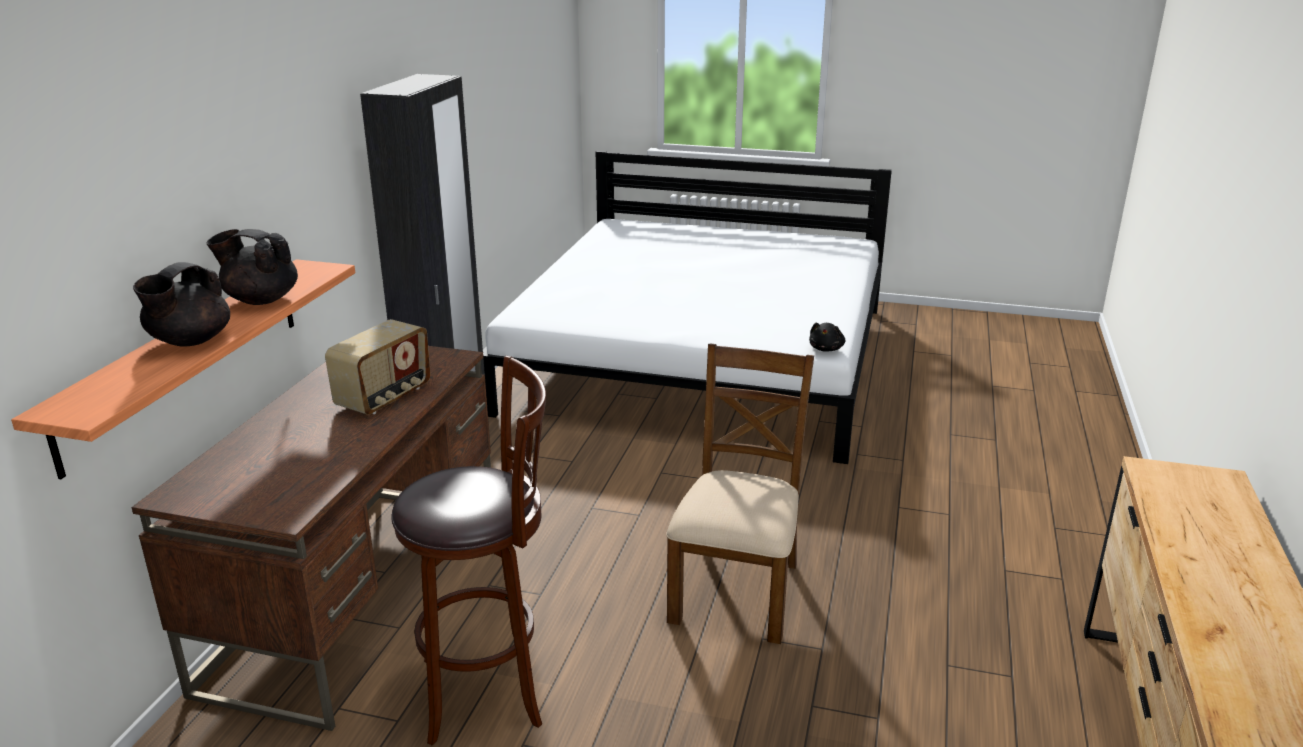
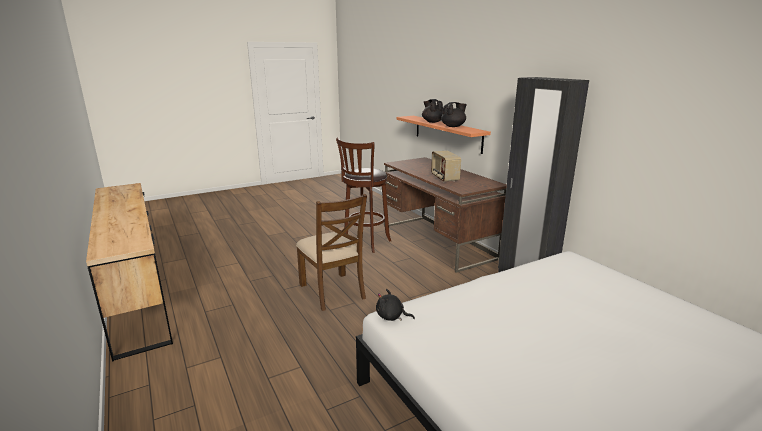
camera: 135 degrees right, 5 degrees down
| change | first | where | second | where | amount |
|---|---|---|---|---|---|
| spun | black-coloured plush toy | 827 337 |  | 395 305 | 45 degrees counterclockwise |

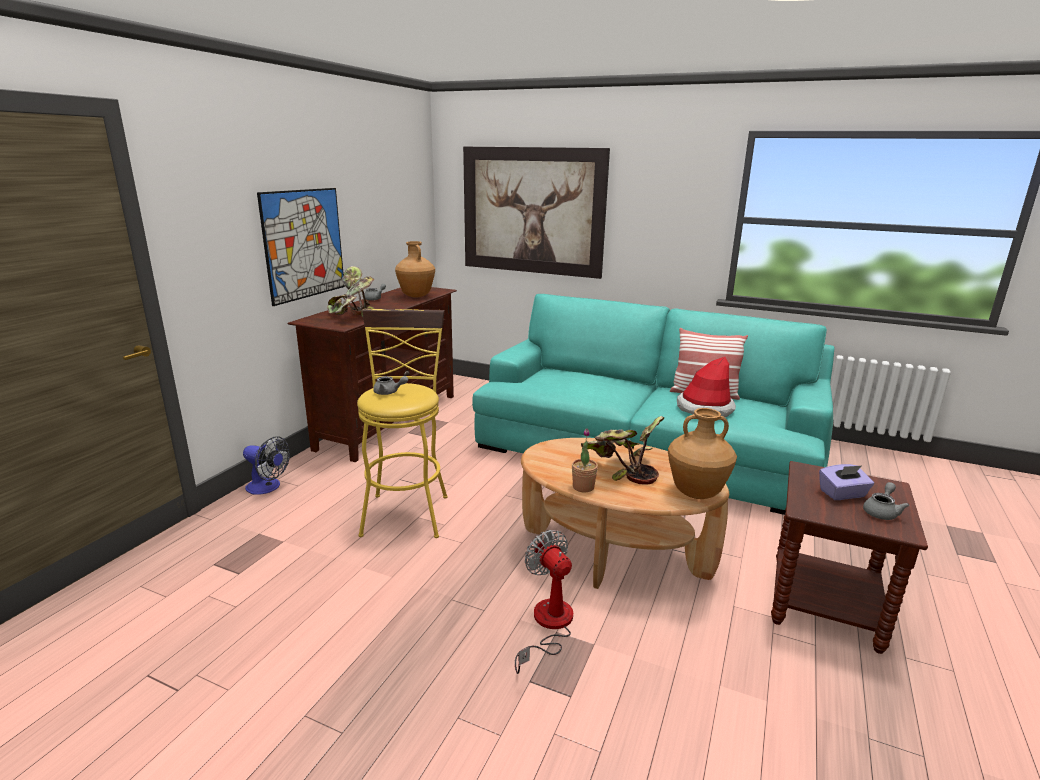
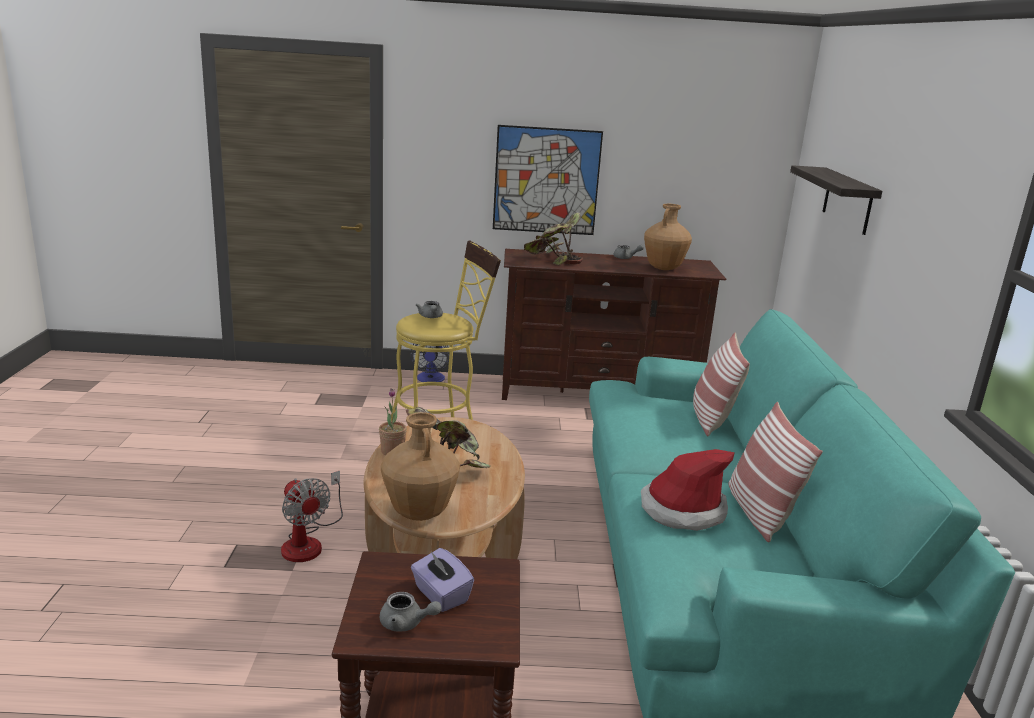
camera: 65 degrees right, 0 degrees up
| change | first | where | second | where | amount |
|---|---|---|---|---|---|
| spun | fan | 544 602 |  | 312 516 | 105 degrees clockwise |
| appeared |  |  | throw pillow | 721 384 |  |
| exchanged | wall picture | 536 213 | bracket shelf | 836 200 |  |

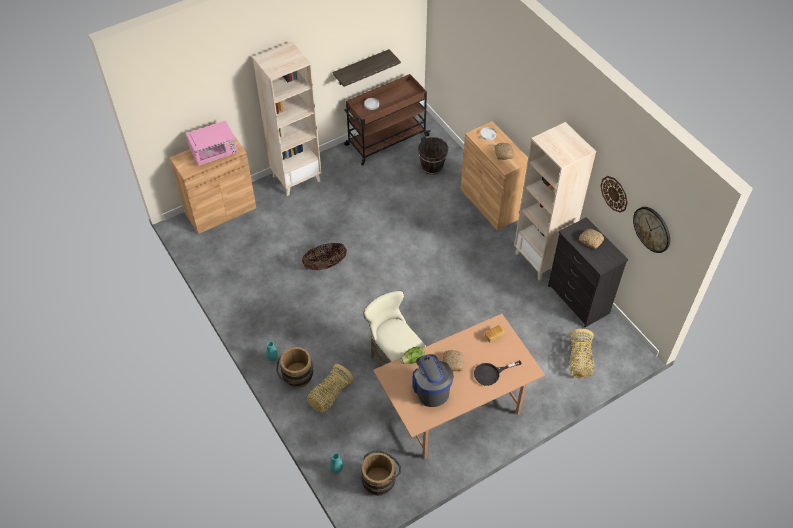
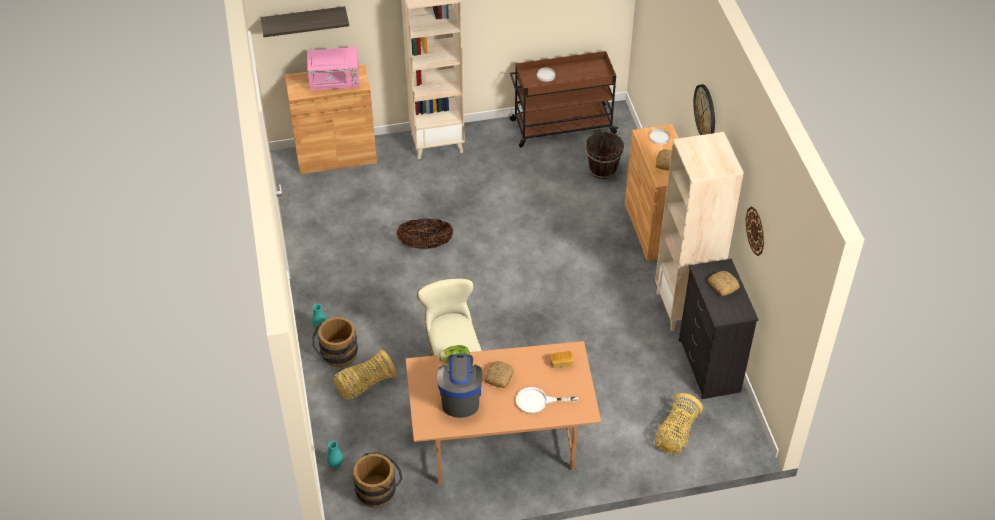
camera: 20 degrees right, 5 degrees down
| change | first | where | second | where | amount |
|---|---|---|---|---|---|
| relocated | bracket shelf | 367 68 |  | 304 21 |  |
| colour | black-coloured pan | 498 373 | white-coloured pan | 547 400 |  |
| relocated | hanging clock | 651 230 |  | 704 109 |  |

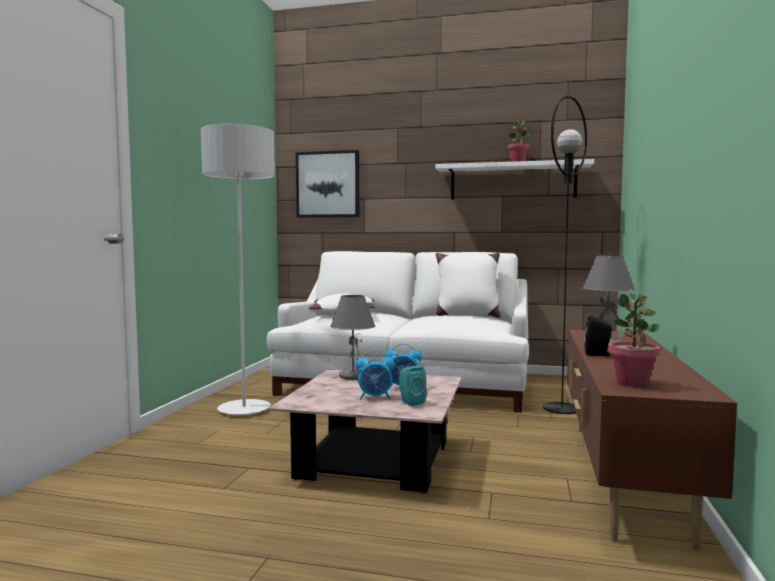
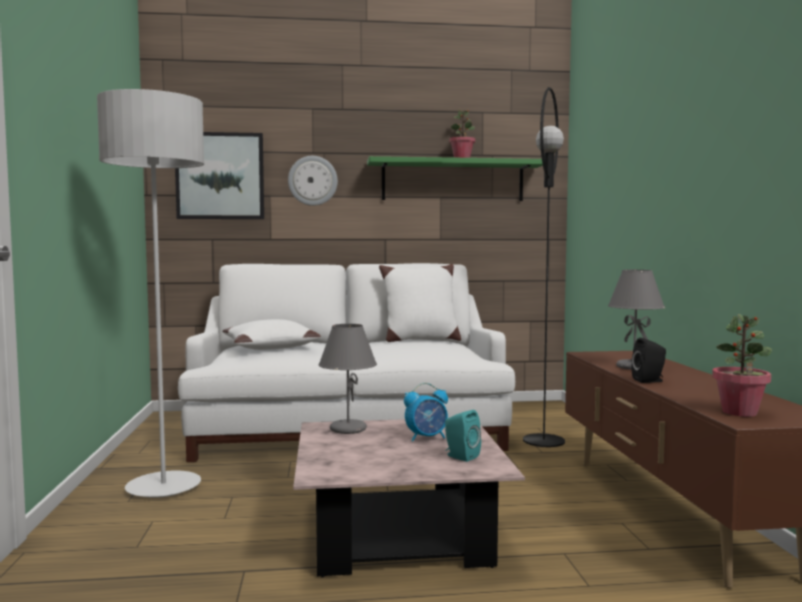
camera: 20 degrees left, 0 degrees up
| change | first | where | second | where | amount |
|---|---|---|---|---|---|
| appeared |  |  | hanging clock | 313 181 |  |
| colour | white-coloured bracket shelf | 515 179 | green-coloured bracket shelf | 455 178 |  |
| missing | alarm clock | 375 374 |  |  |  |

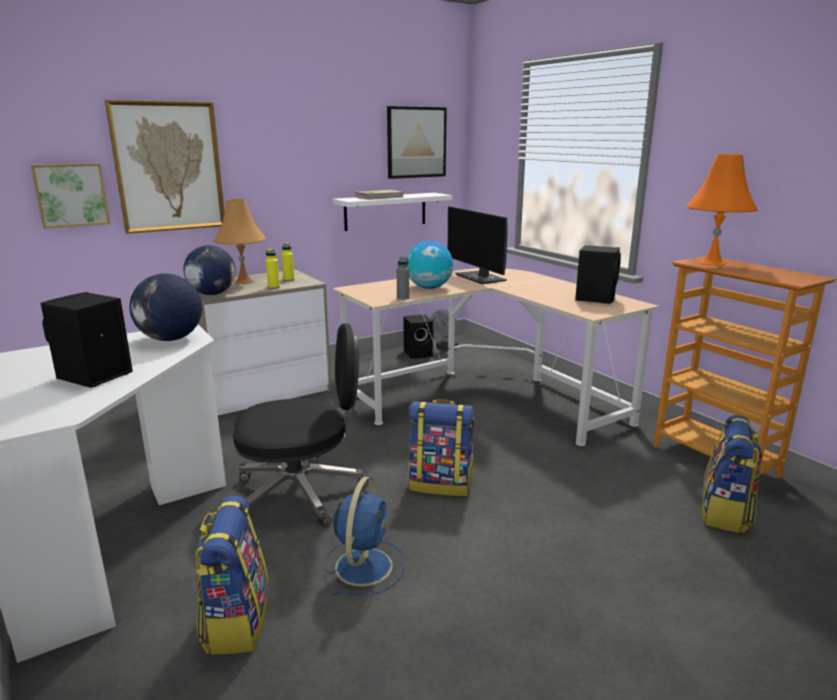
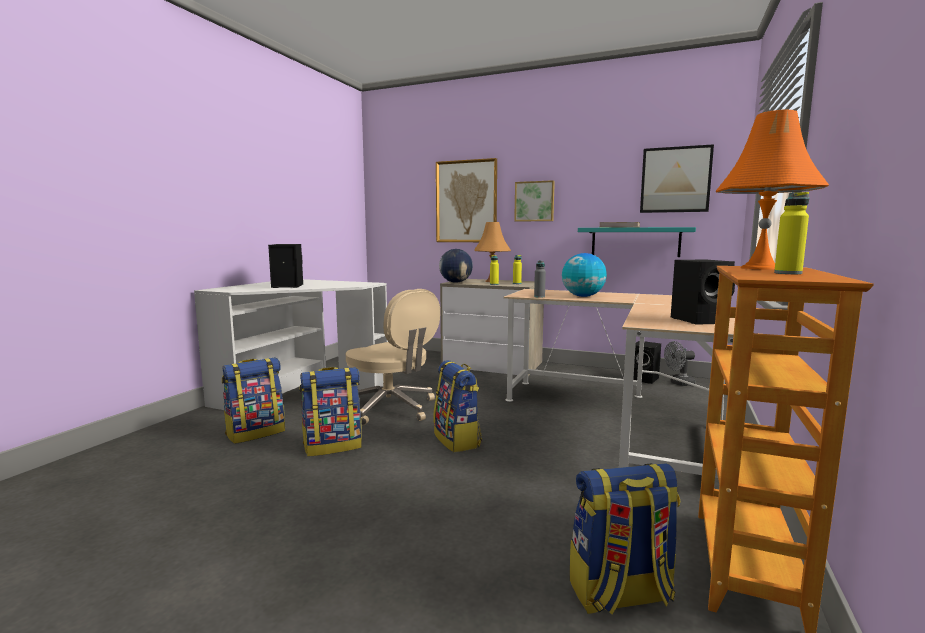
camera: 55 degrees right, 10 degrees down
| change | first | where | second | where | amount |
|---|---|---|---|---|---|
| exchanged | blue fan | 364 536 | rucksack | 331 412 |  |
| colour | black-coloured computer chair | 300 425 | sand-coloured computer chair | 393 357 |  |
| relocated | wall picture | 70 196 |  | 534 201 |  |
| colour | white-coloured bracket shelf | 392 212 | turquoise bracket shelf | 637 242 |  |
| appeared |  |  | yellowish drink bottle | 791 233 |  |
| missing | globe | 165 307 |  |  |  |
| missing | computer screen | 477 245 |  |  |  |

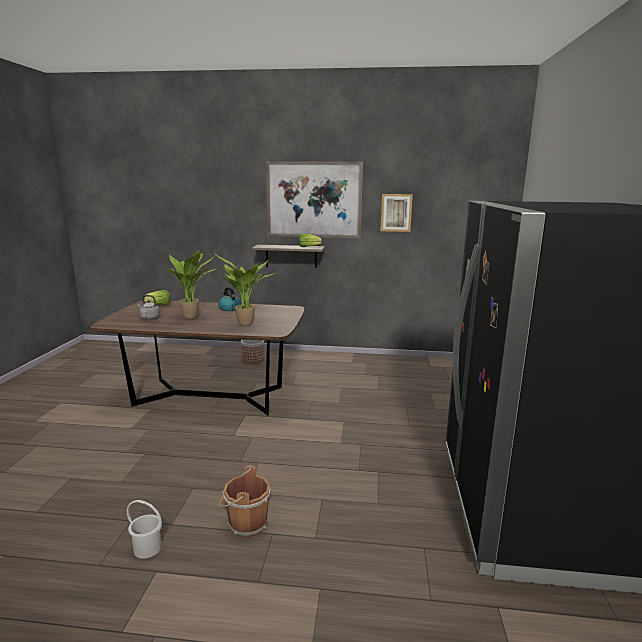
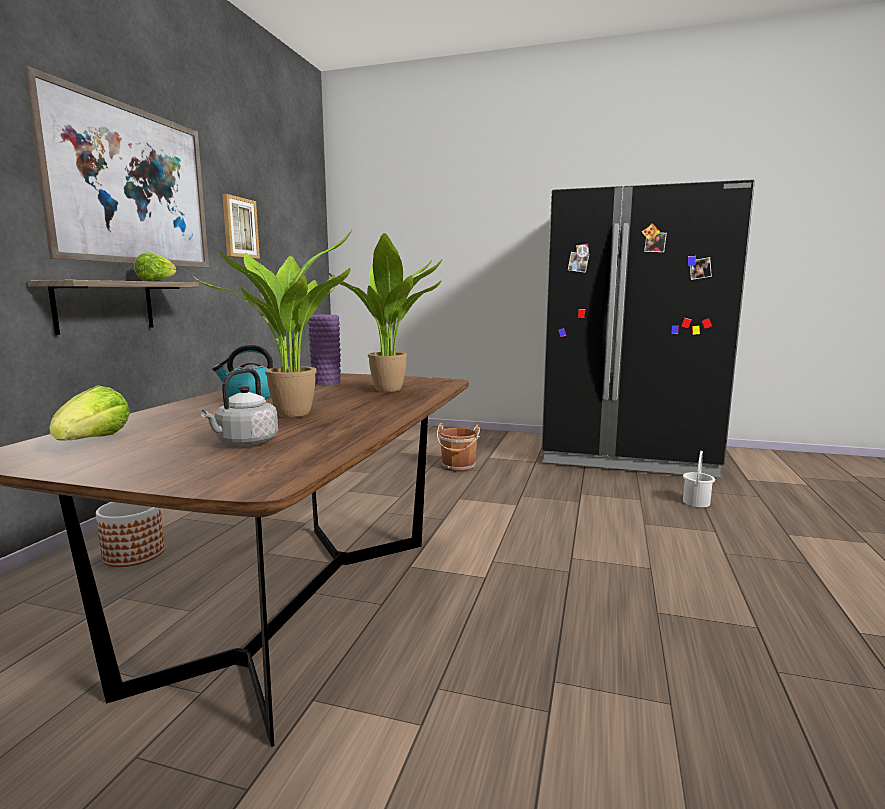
camera: 80 degrees left, 5 degrees down
| change | first | where | second | where | amount |
|---|---|---|---|---|---|
| appeared |  |  | purplish decorative vase | 324 350 |  |
| relocated | brown pail | 245 501 |  | 458 447 |  |
| relocated | white-coloured pail | 144 529 |  | 699 479 |  |

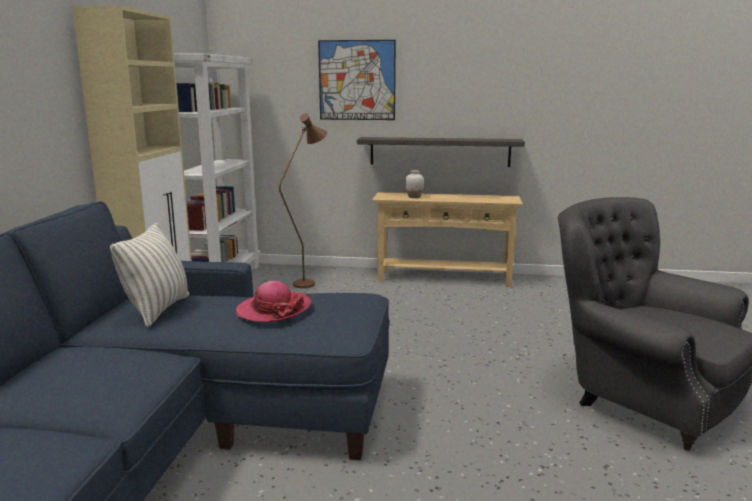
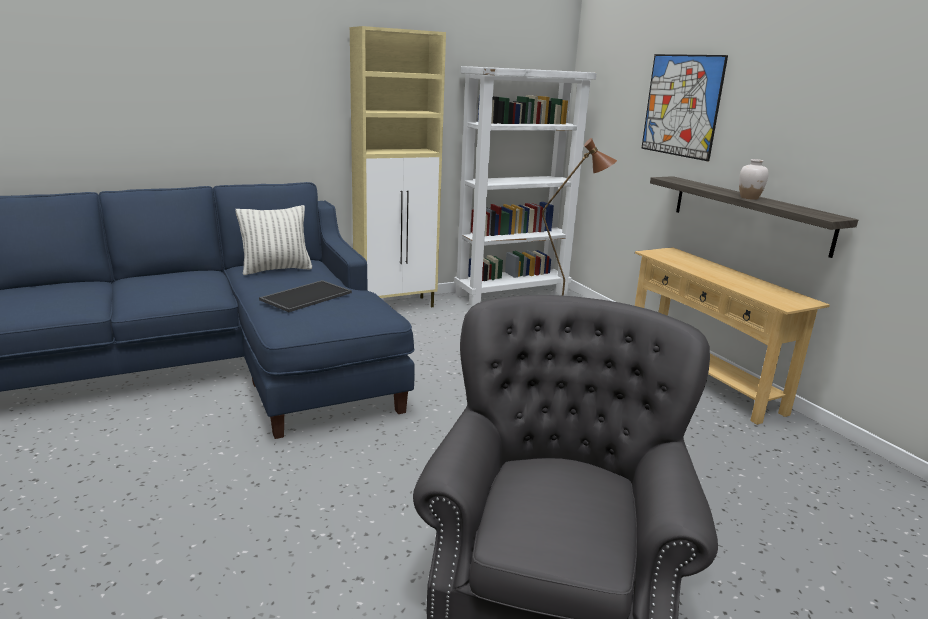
camera: 55 degrees right, 5 degrees up
| change | first | where | second | where | amount |
|---|---|---|---|---|---|
| exchanged | clothing hat | 274 302 | carrying tray | 305 296 |  |
| relocated | white-coloured decorative vase | 414 184 |  | 754 179 |  |

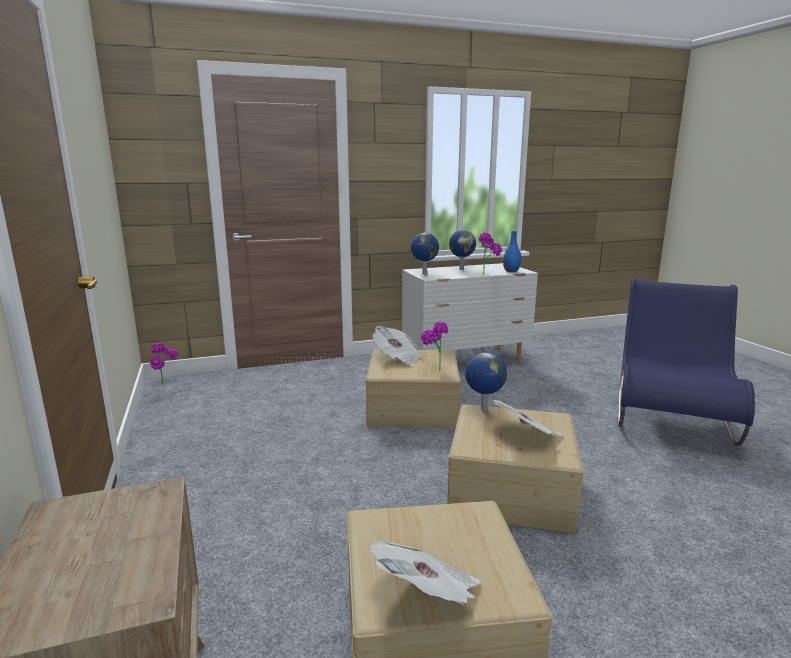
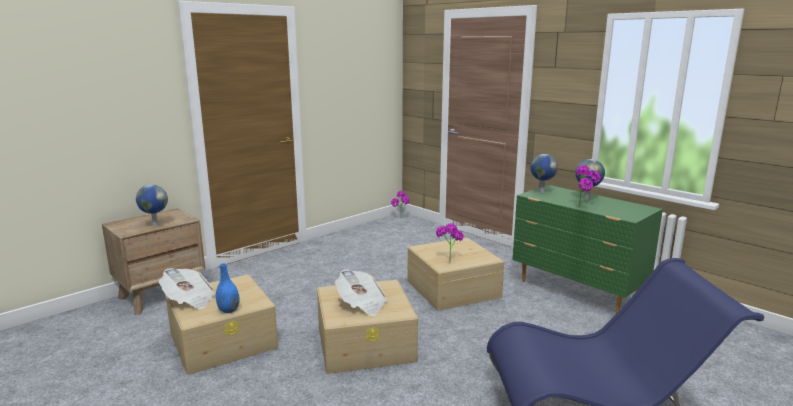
camera: 65 degrees right, 0 degrees up
| change | first | where | second | where | amount |
|---|---|---|---|---|---|
| relocated | globe | 486 382 |  | 152 205 |  |
| relocated | blue decorative vase | 512 251 |  | 227 288 |  |
| colour | white-coloured drawer chest | 470 313 | green-coloured drawer chest | 587 250 |  |
| missing | newspaper | 397 345 |  |  |  |

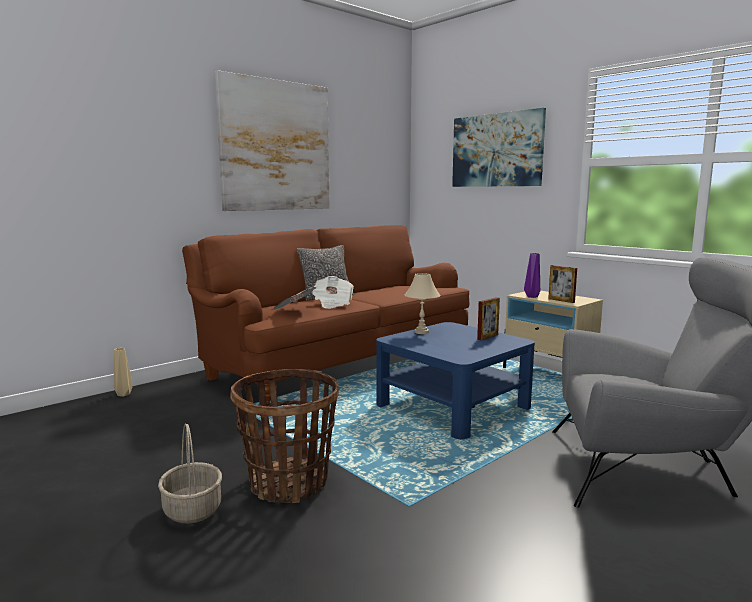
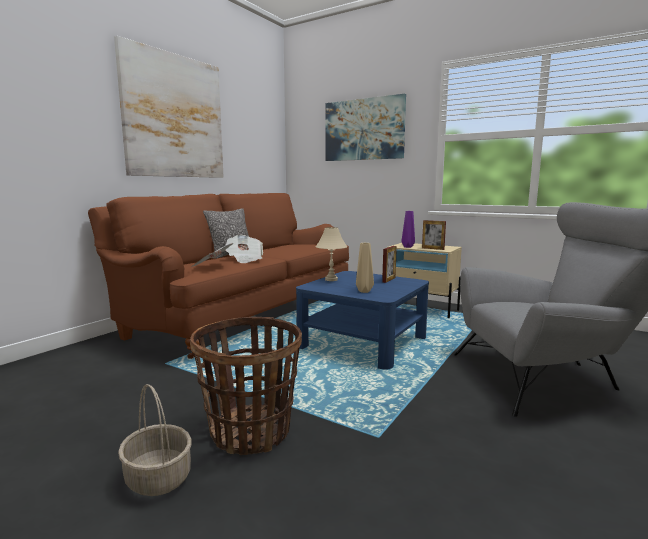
camera: 15 degrees left, 0 degrees up
| change | first | where | second | where | amount |
|---|---|---|---|---|---|
| relocated | sand-coloured decorative vase | 123 372 |  | 365 268 |  |

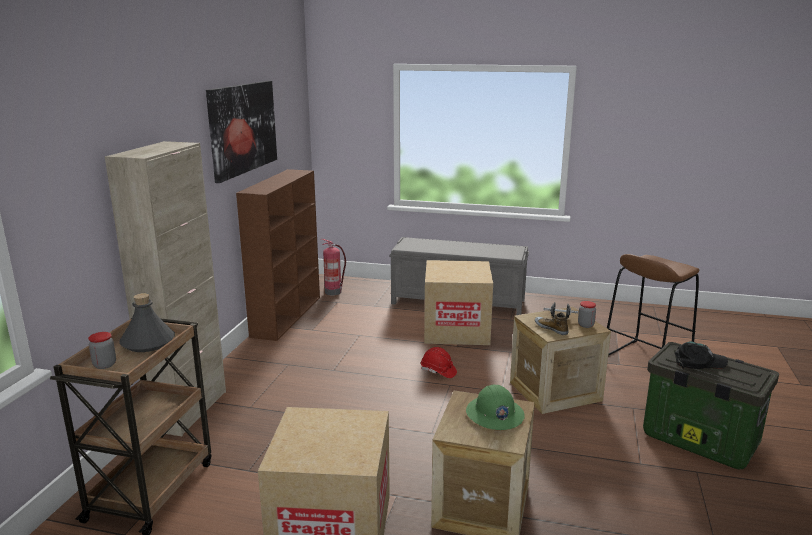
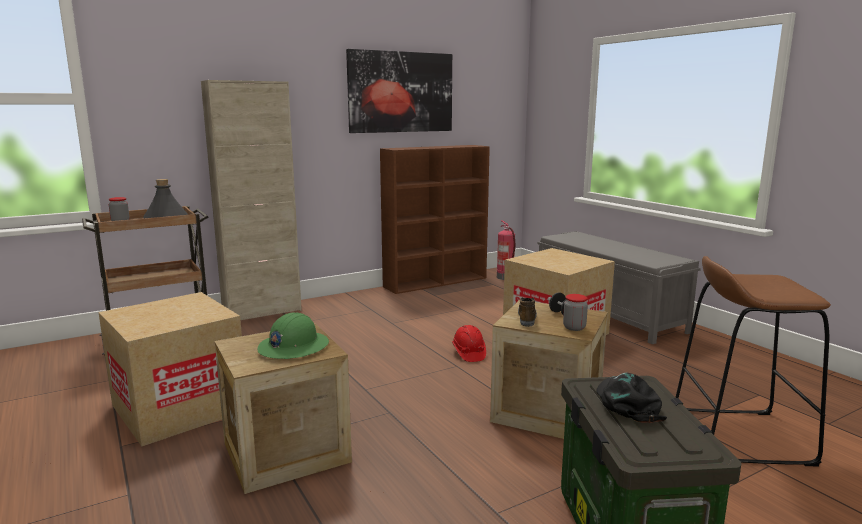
camera: 45 degrees right, 5 degrees down
| change | first | where | second | where | amount |
|---|---|---|---|---|---|
| spun | black-coloured peaked cap | 701 355 |  | 631 398 | 135 degrees counterclockwise |

